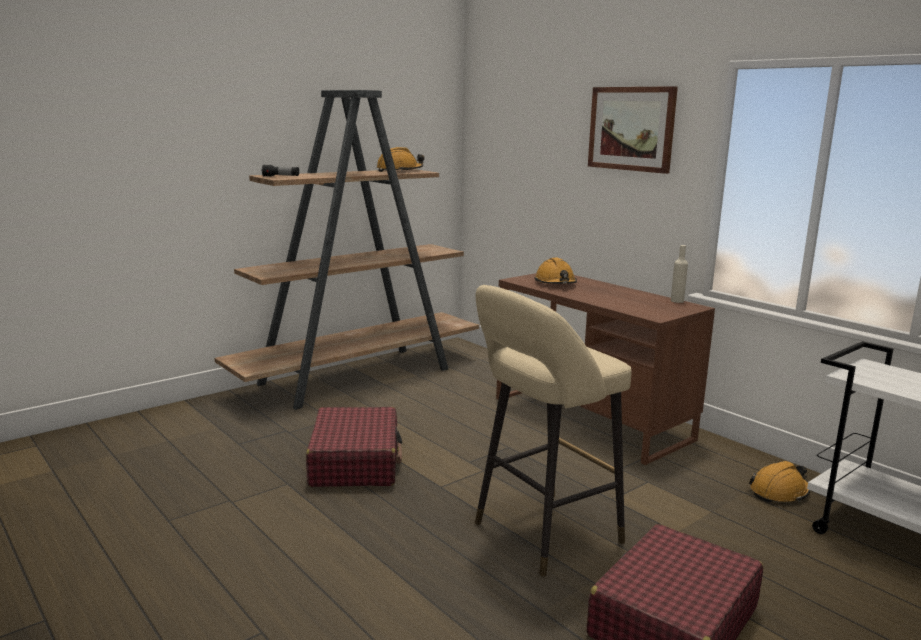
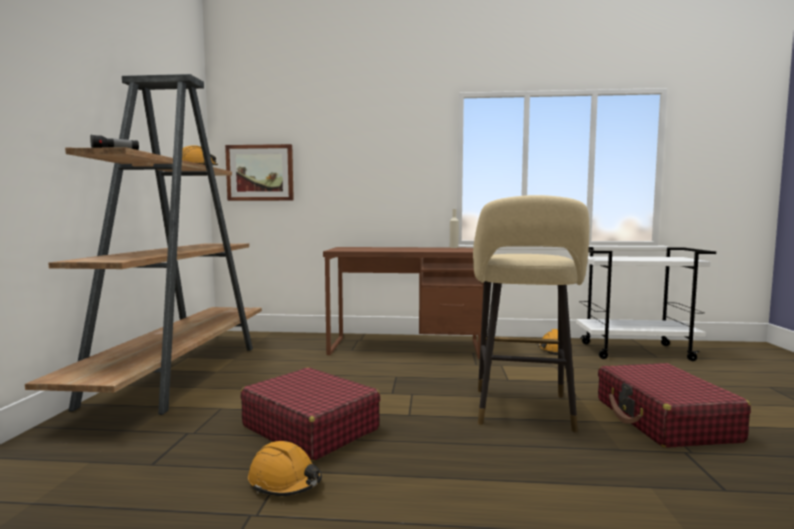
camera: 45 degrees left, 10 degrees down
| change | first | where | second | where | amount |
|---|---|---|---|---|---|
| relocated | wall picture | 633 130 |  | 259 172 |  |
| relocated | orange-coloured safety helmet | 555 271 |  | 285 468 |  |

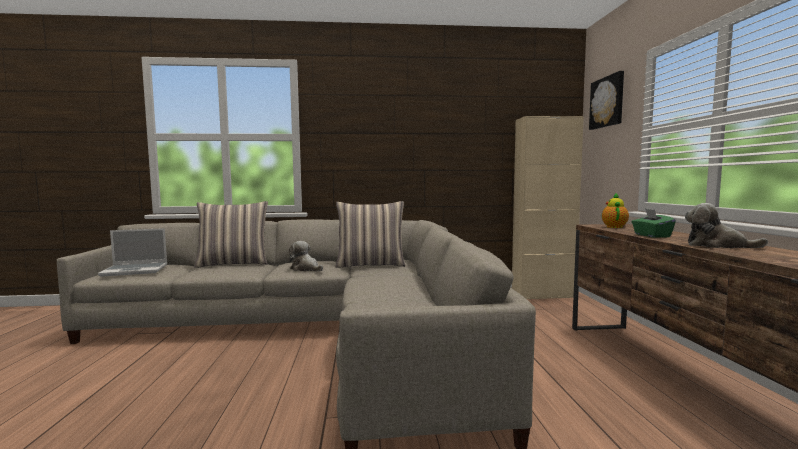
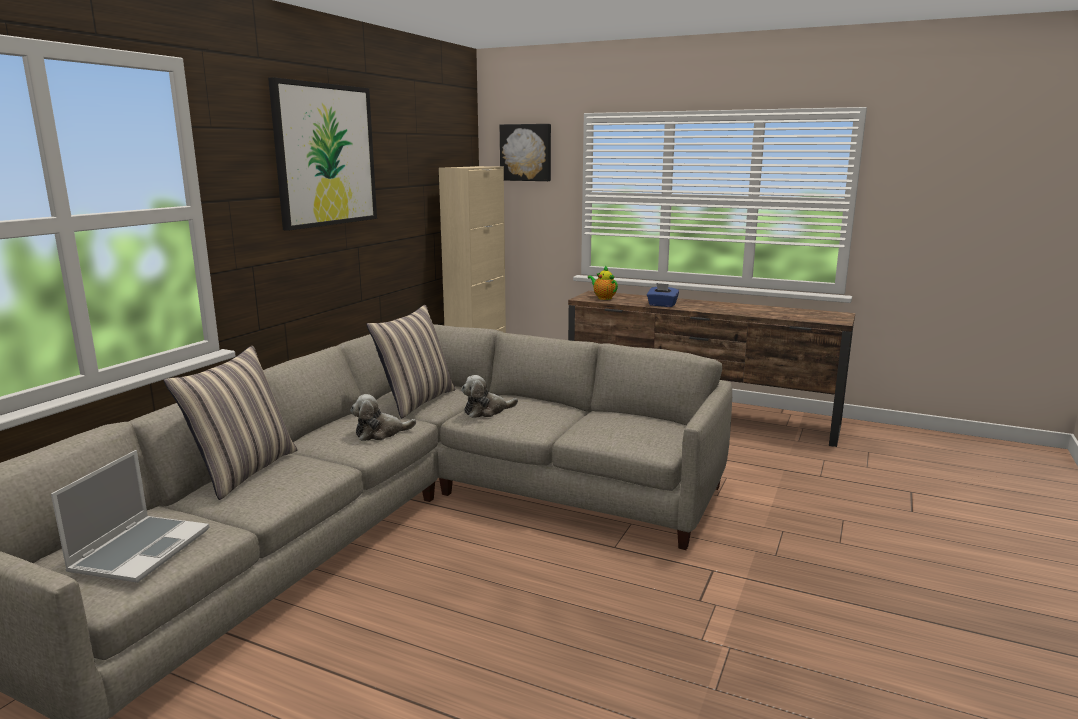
camera: 60 degrees left, 10 degrees up
| change | first | where | second | where | amount |
|---|---|---|---|---|---|
| appeared |  |  | wall picture | 322 154 |  |
| relocated | plush toy | 726 225 |  | 489 396 |  |
| colour | green-coloured tissue holder | 654 223 | blue tissue holder | 663 295 |  |

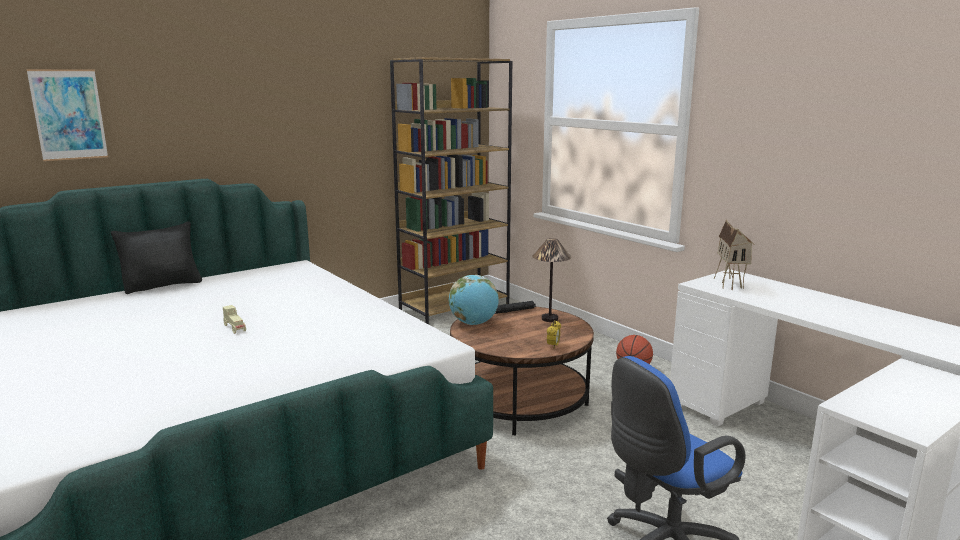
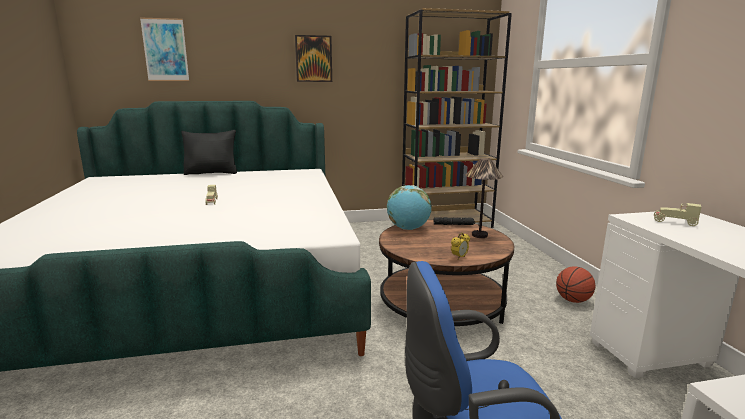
camera: 25 degrees right, 0 degrees up
| change | first | where | second | where | amount |
|---|---|---|---|---|---|
| appeared |  |  | wall picture | 313 58 |  |
| exchanged | model house | 734 255 | sand-coloured model car | 677 214 |  |

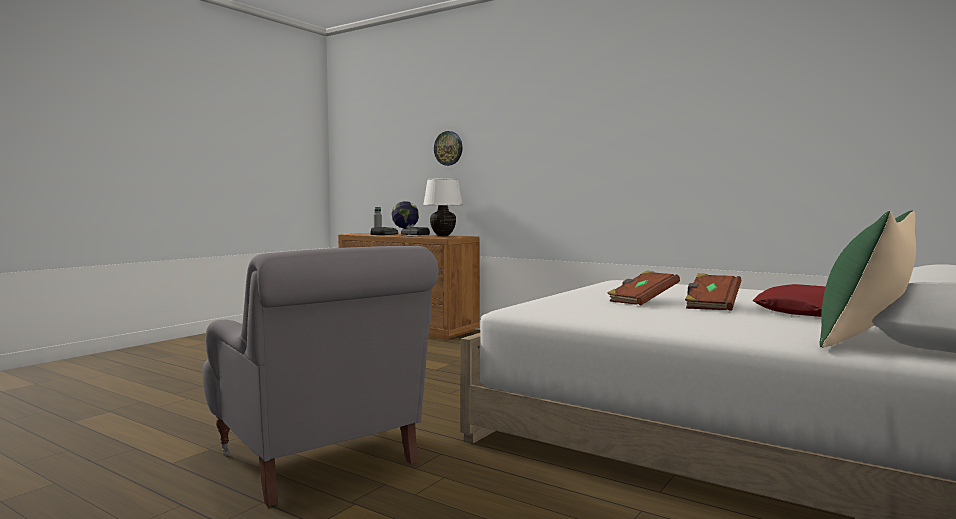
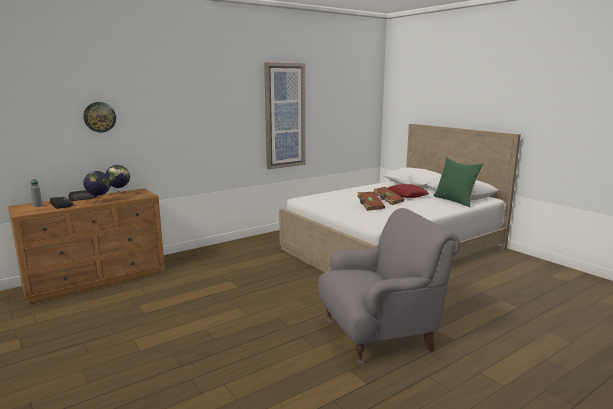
camera: 70 degrees left, 10 degrees up
| change | first | where | second | where | amount |
|---|---|---|---|---|---|
| exchanged | white-coloured tabletop lamp | 443 207 | globe | 118 180 |  |
| appeared |  |  | wall picture | 284 115 |  |

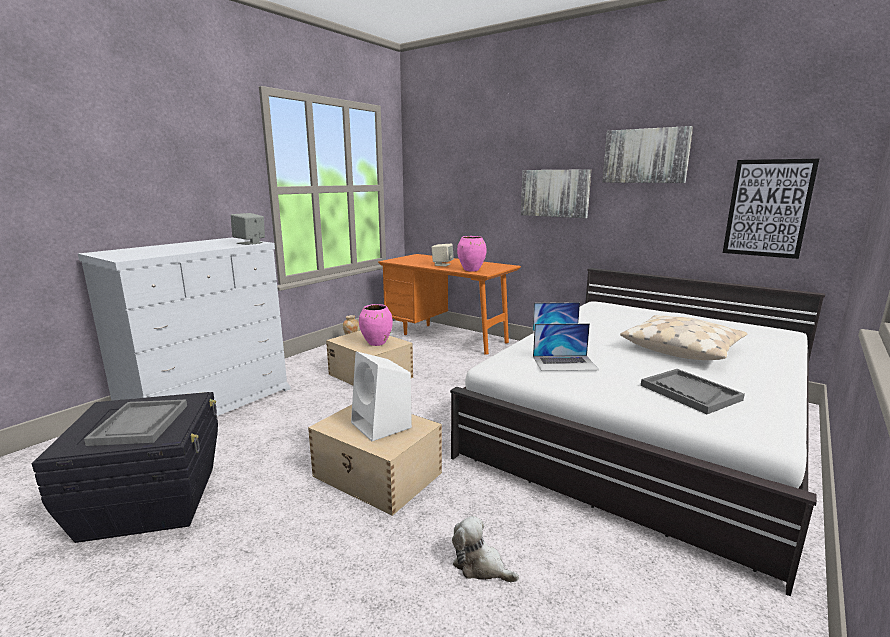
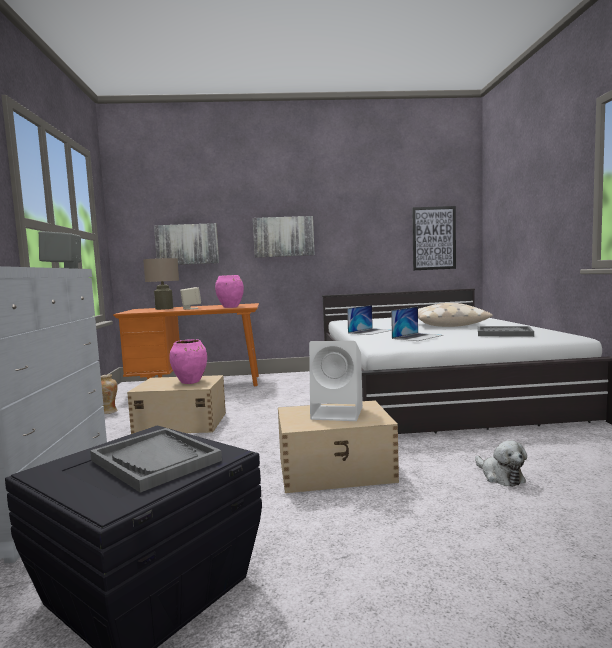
camera: 40 degrees left, 10 degrees down
| change | first | where | second | where | amount |
|---|---|---|---|---|---|
| appeared |  |  | sand-coloured tabletop lamp | 161 284 |  |
| relocated | wall picture | 647 154 |  | 186 244 |  |
| spun | plush toy | 485 549 |  | 501 464 | 105 degrees counterclockwise |

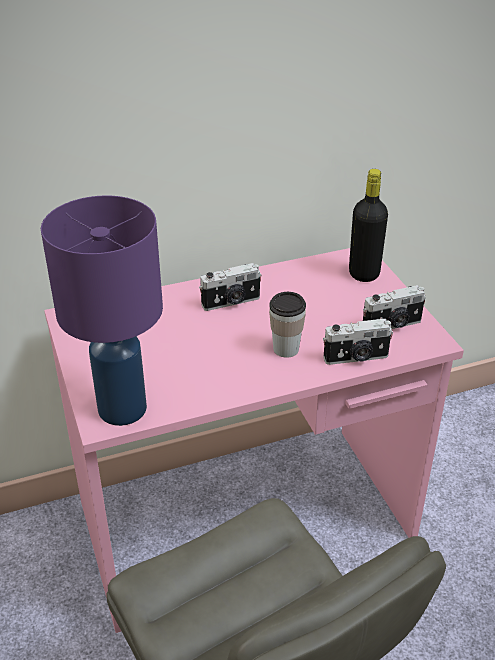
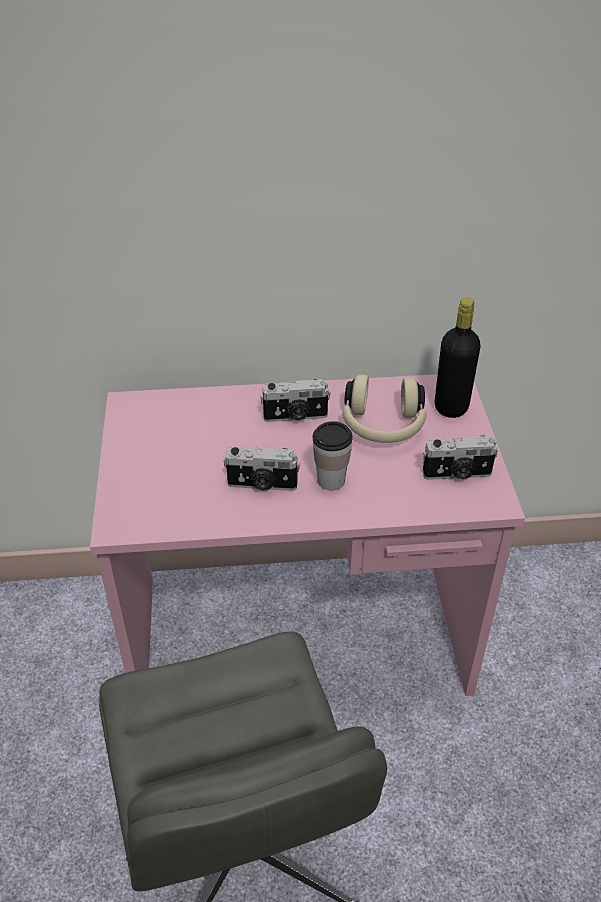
camera: 15 degrees right, 5 degrees up
| change | first | where | second | where | amount |
|---|---|---|---|---|---|
| relocated | still camera | 358 342 |  | 262 469 |  |
| appeared |  |  | sand-coloured headphones | 384 409 |  |
| missing | purplish tabletop lamp | 102 310 |  |  |  |

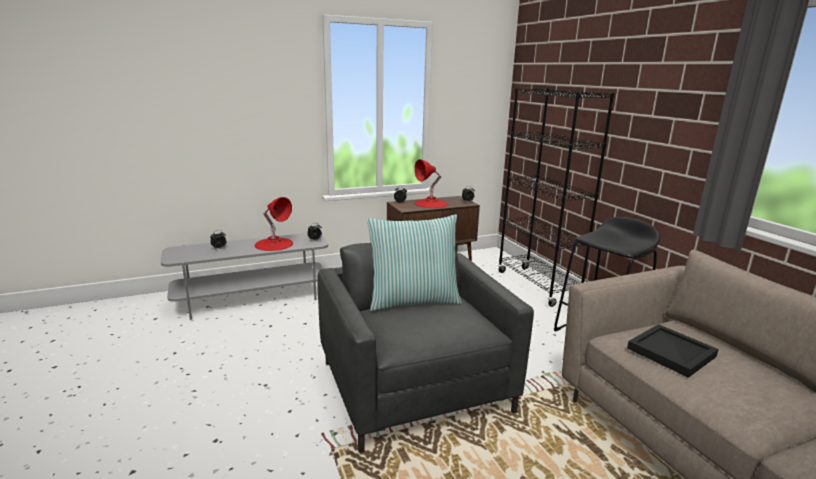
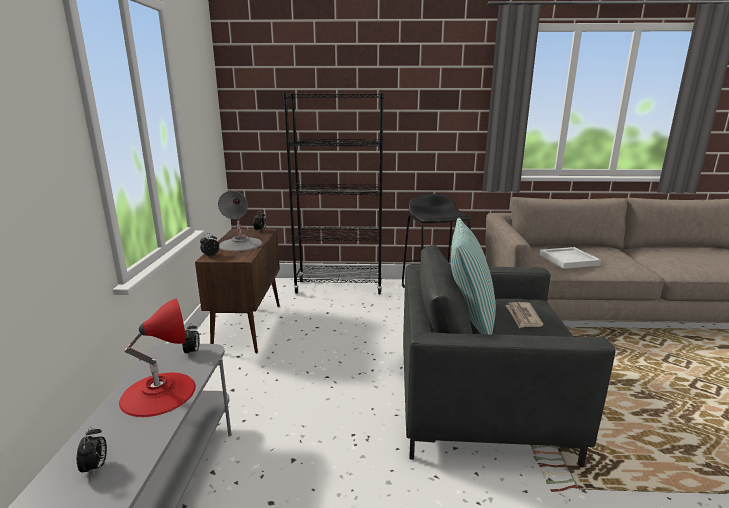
camera: 65 degrees left, 0 degrees up
| change | first | where | second | where | amount |
|---|---|---|---|---|---|
| colour | red-coloured tabletop lamp | 431 183 | greyish tabletop lamp | 240 221 |  |
| appeared |  |  | newspaper | 525 315 |  |
| colour | black-coloured carrying tray | 673 351 | white-coloured carrying tray | 570 258 |  |

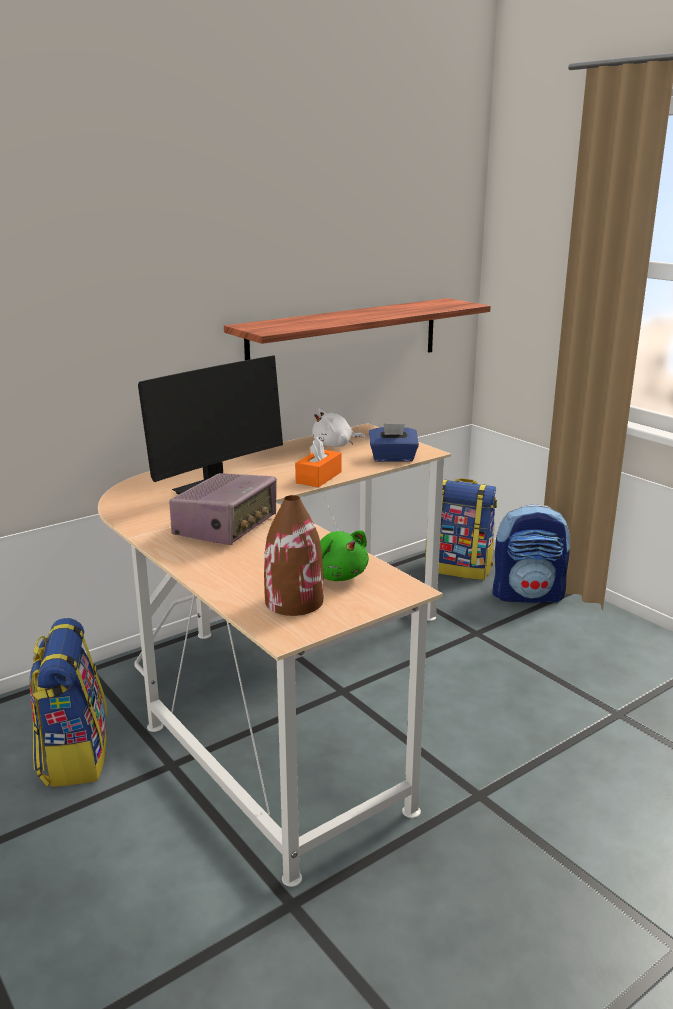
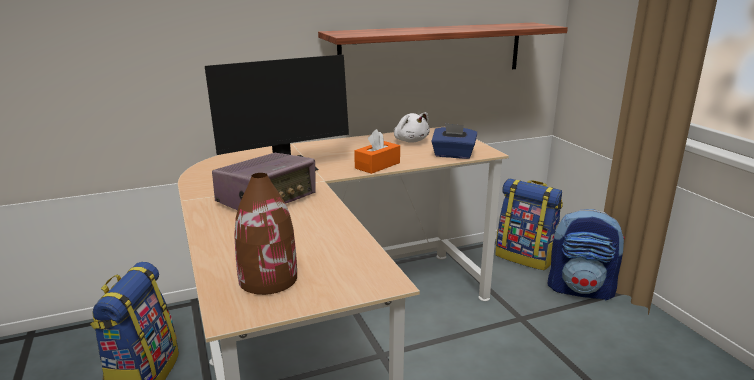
camera: 15 degrees right, 0 degrees up
| change | first | where | second | where | amount |
|---|---|---|---|---|---|
| spun | white-coloured plush toy | 339 427 |  | 411 127 | 120 degrees counterclockwise |
| missing | green-coloured plush toy | 344 556 |  |  |  |

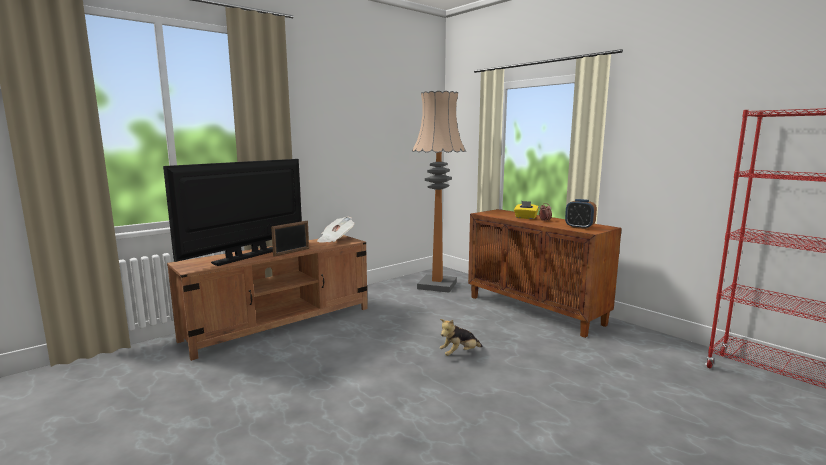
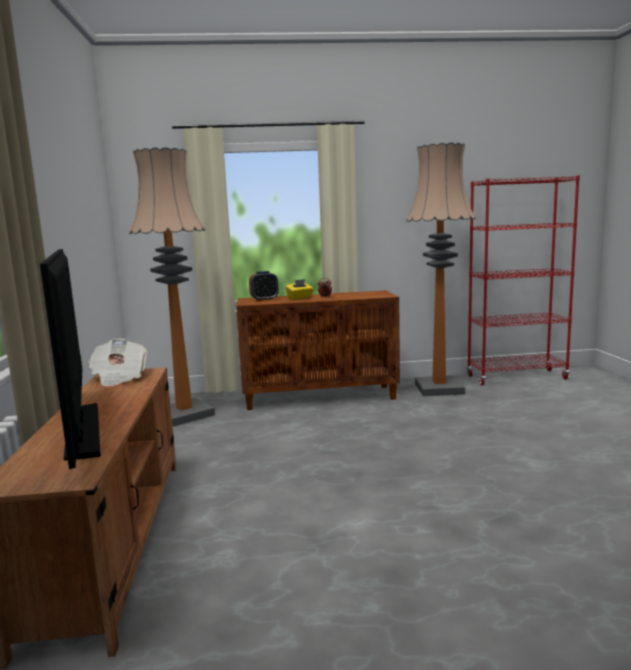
camera: 55 degrees left, 0 degrees up
| change | first | where | second | where | amount |
|---|---|---|---|---|---|
| relocated | alarm clock | 581 214 |  | 263 286 |  |
| appeared |  |  | floor lamp | 440 269 |  |
| missing | picture frame | 290 239 |  |  |  |
| missing | plush toy | 461 337 |  |  |  |

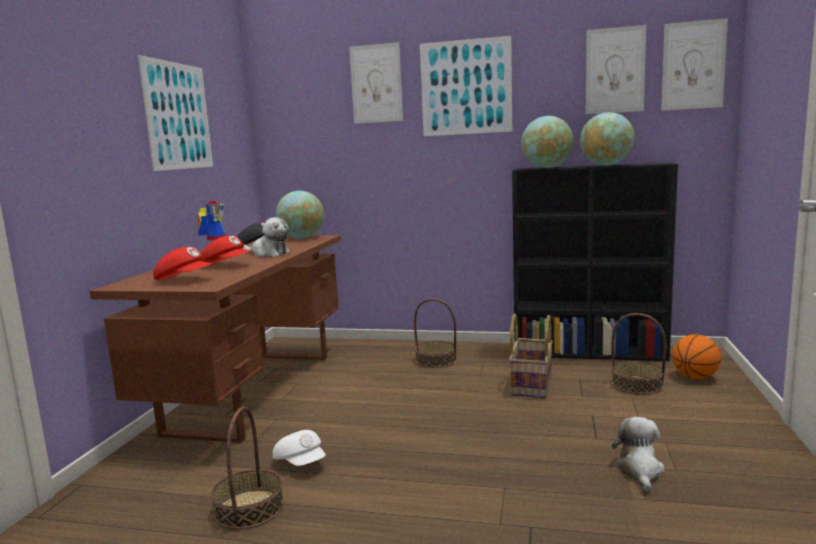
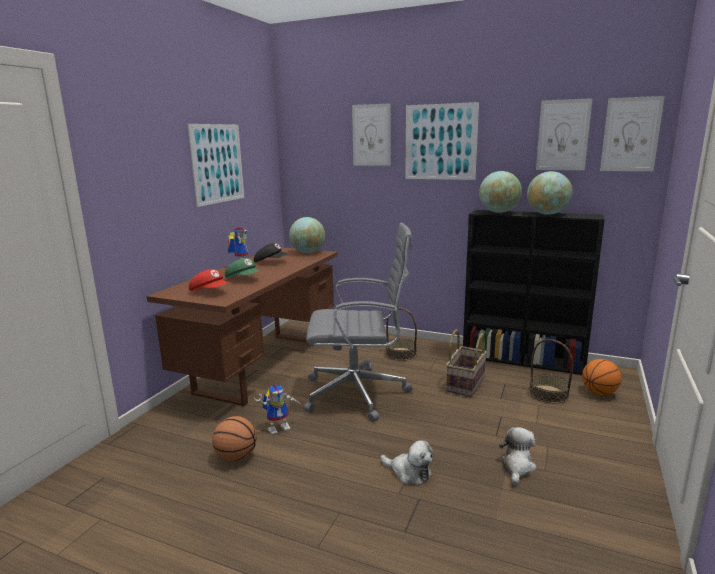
camera: 10 degrees right, 5 degrees up
| change | first | where | second | where | amount |
|---|---|---|---|---|---|
| exchanged | household basket | 247 468 | basketball | 234 438 |  |
| colour | red-coloured peaked cap | 226 250 | green-coloured peaked cap | 242 268 |  |
| exchanged | white-coloured peaked cap | 299 448 | robot figure | 278 410 |  |
| appeared |  |  | greyish computer chair | 358 322 |  |
| relocated | plush toy | 266 237 |  | 407 462 |  |

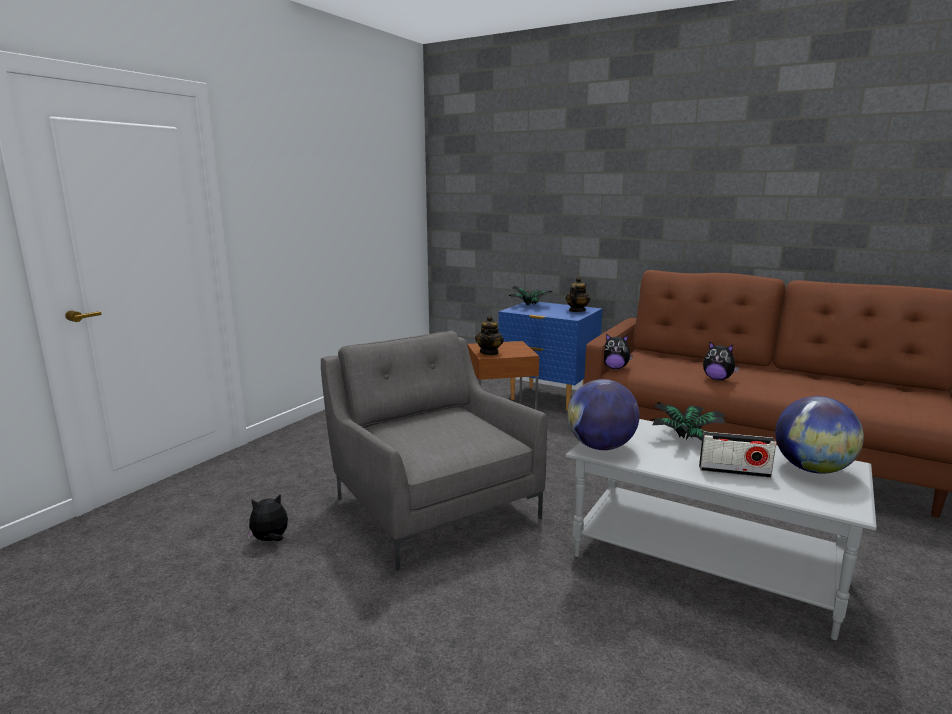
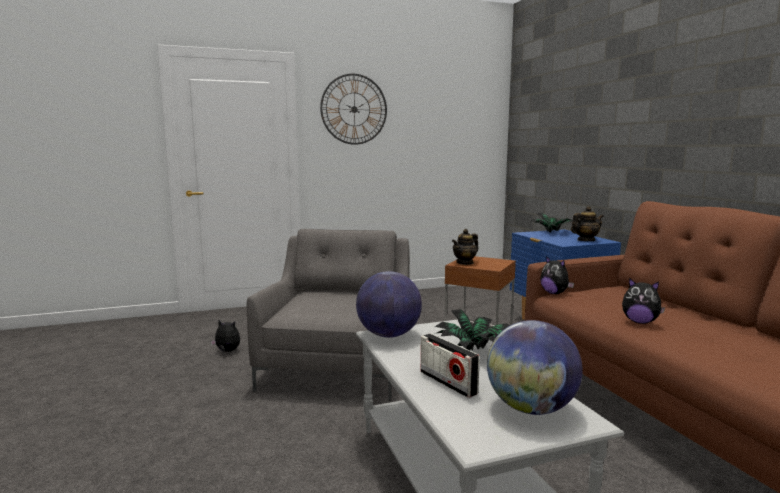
camera: 40 degrees right, 5 degrees down
| change | first | where | second | where | amount |
|---|---|---|---|---|---|
| appeared |  |  | hanging clock | 353 109 |  |
| spun | plush toy | 721 361 |  | 643 301 | 45 degrees counterclockwise |

